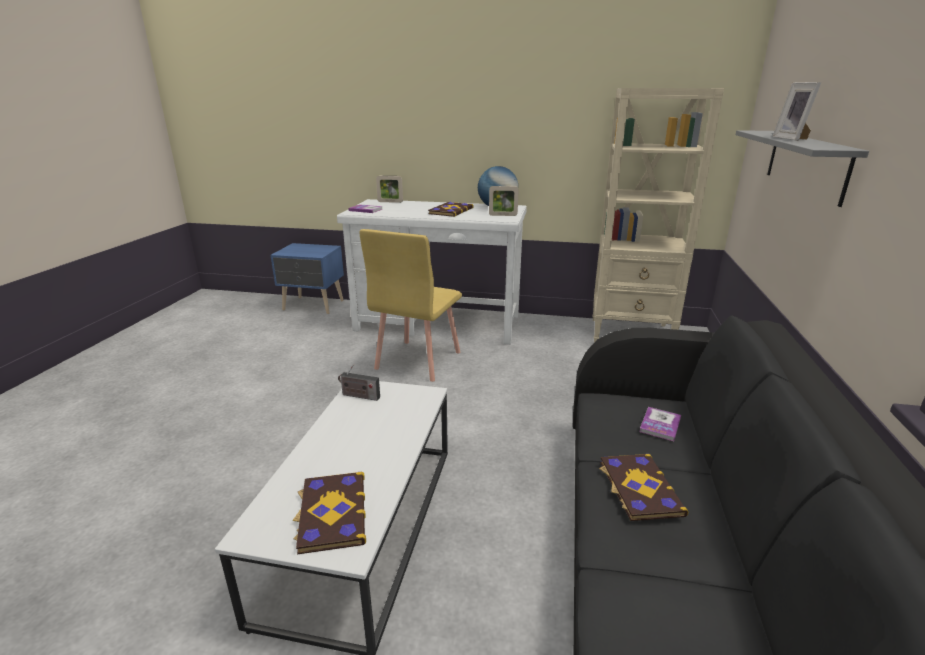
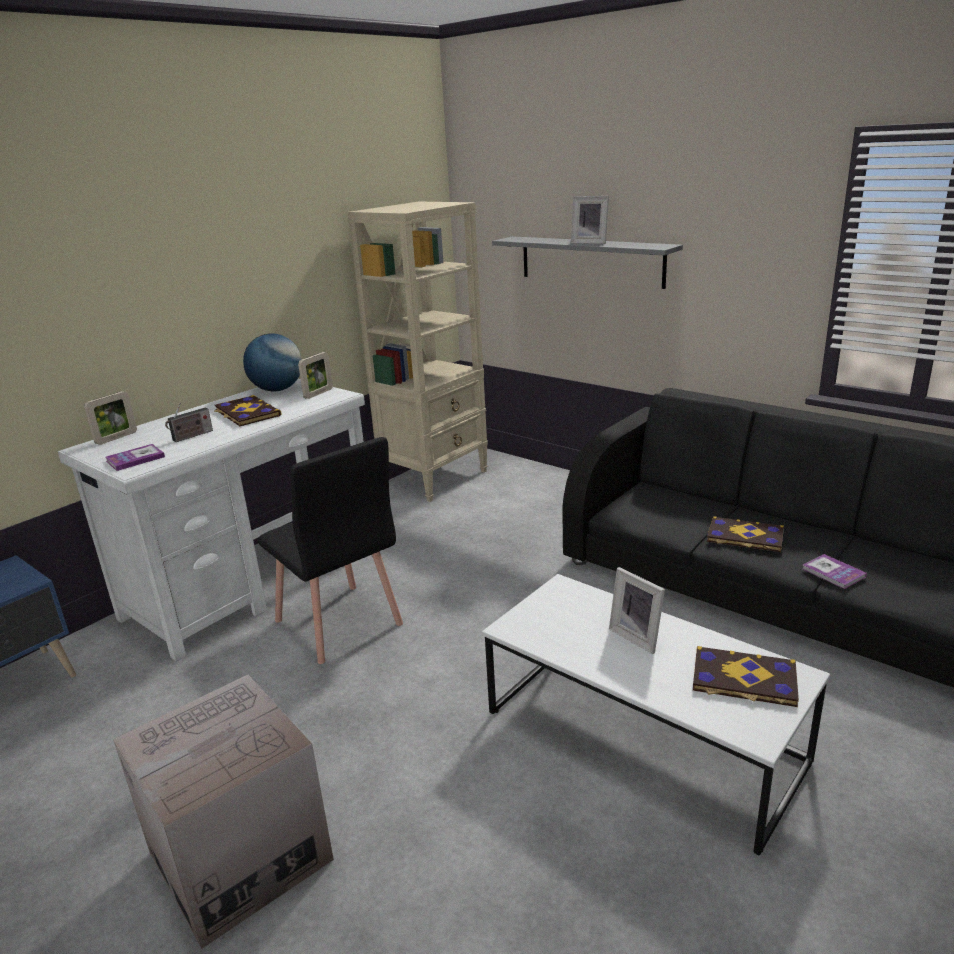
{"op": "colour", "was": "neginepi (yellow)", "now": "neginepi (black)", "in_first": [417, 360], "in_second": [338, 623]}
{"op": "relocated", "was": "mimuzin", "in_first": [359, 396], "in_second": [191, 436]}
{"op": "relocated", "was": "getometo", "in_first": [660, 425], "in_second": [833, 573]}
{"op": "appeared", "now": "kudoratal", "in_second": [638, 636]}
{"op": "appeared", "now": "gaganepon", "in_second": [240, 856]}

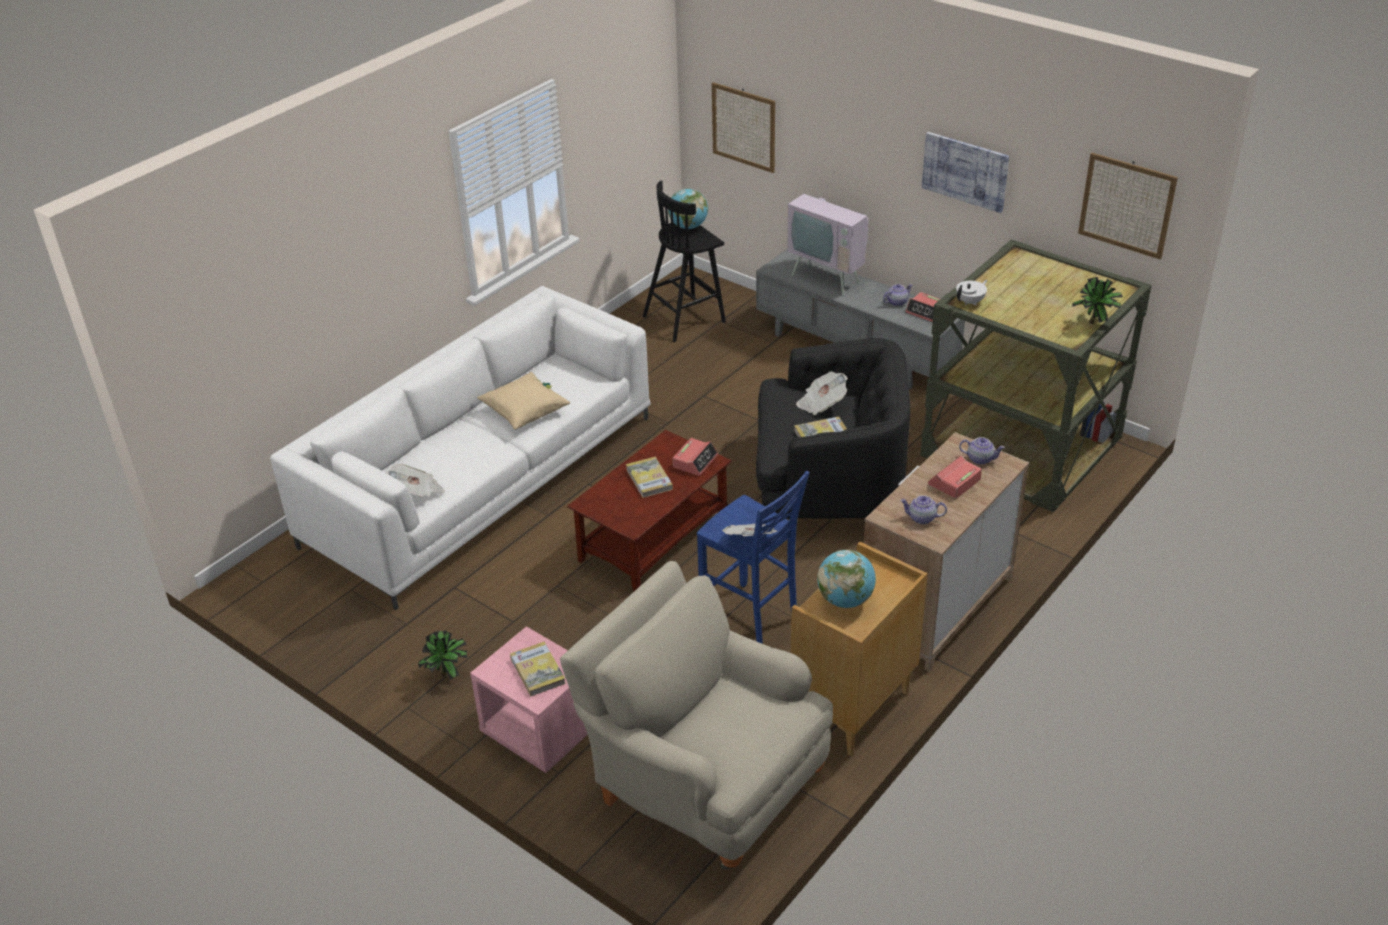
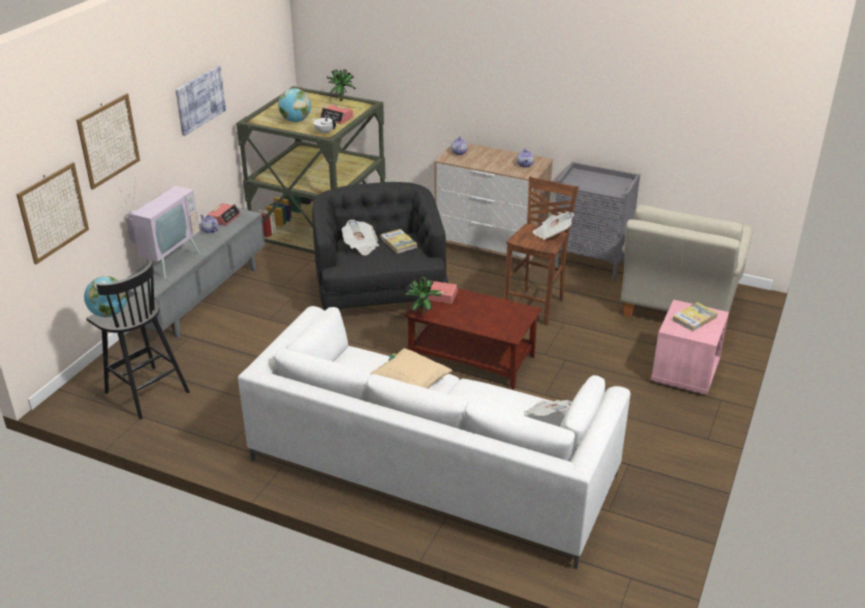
{"op": "relocated", "was": "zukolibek", "in_first": [1127, 204], "in_second": [108, 139]}
{"op": "relocated", "was": "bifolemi", "in_first": [954, 482], "in_second": [336, 118]}
{"op": "missing", "was": "getometo", "in_first": [649, 479]}
{"op": "colour", "was": "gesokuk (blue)", "now": "gesokuk (brown)", "in_first": [751, 619], "in_second": [536, 306]}
{"op": "colour", "was": "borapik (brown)", "now": "borapik (grey)", "in_first": [852, 709], "in_second": [590, 265]}
{"op": "relocated", "was": "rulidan", "in_first": [845, 600], "in_second": [295, 121]}
{"op": "relocated", "was": "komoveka", "in_first": [447, 674], "in_second": [422, 311]}

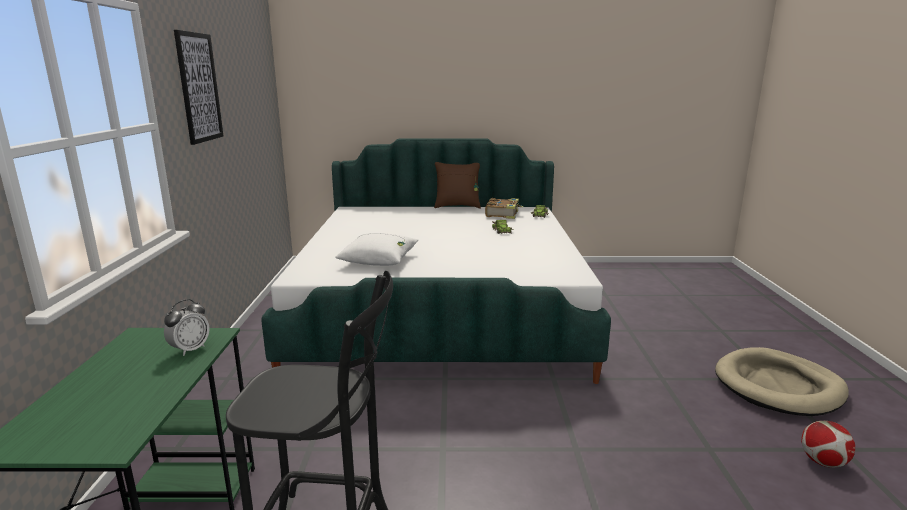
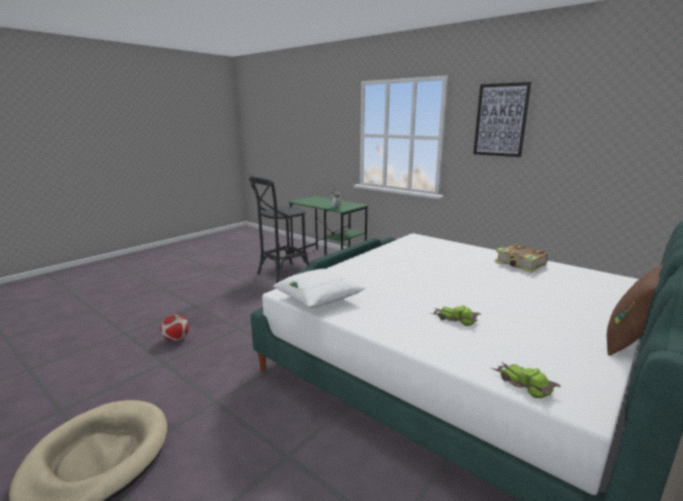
{"op": "relocated", "was": "getometo", "in_first": [503, 214], "in_second": [520, 264]}
{"op": "relocated", "was": "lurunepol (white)", "in_first": [378, 261], "in_second": [318, 299]}
{"op": "relocated", "was": "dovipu", "in_first": [823, 462], "in_second": [176, 339]}

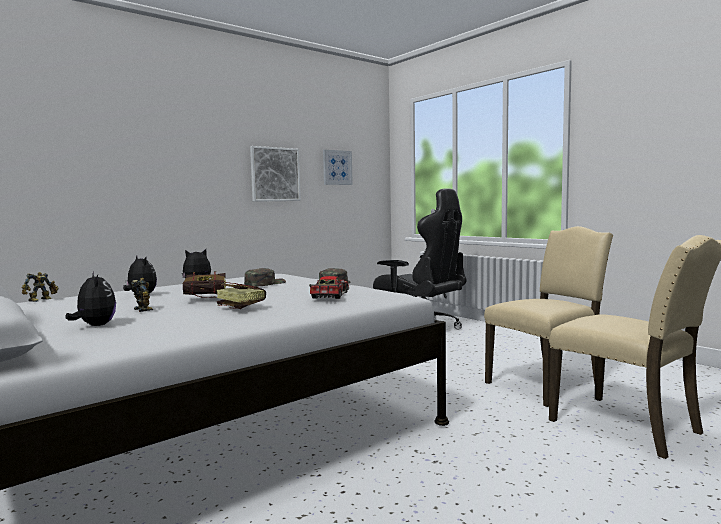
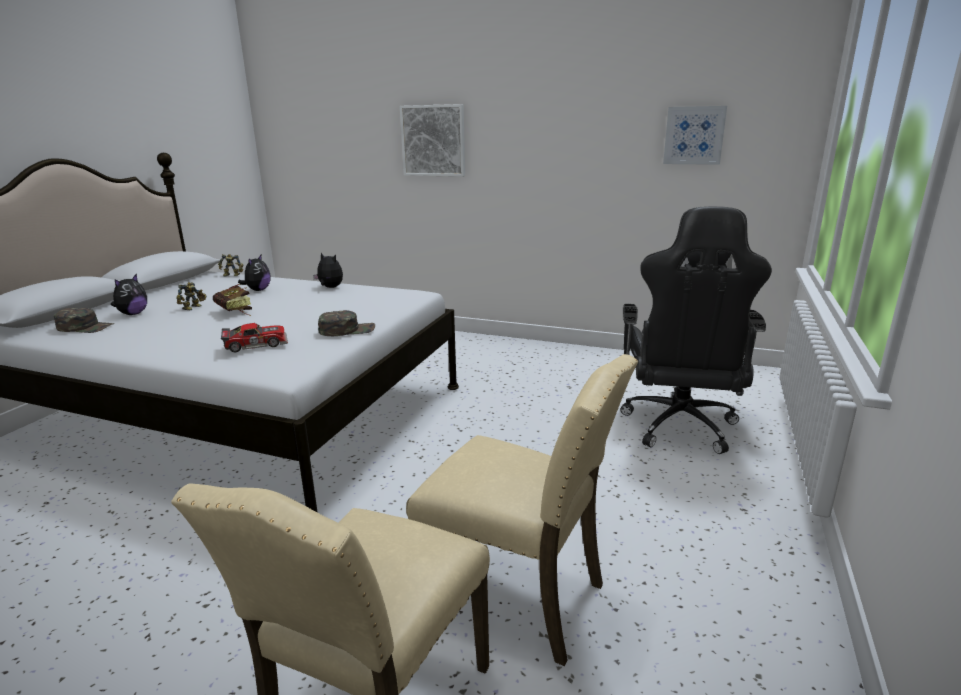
{"op": "relocated", "was": "zukolibek", "in_first": [275, 174], "in_second": [433, 141]}
{"op": "relocated", "was": "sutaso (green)", "in_first": [264, 284], "in_second": [86, 327]}
{"op": "missing", "was": "getometo", "in_first": [238, 307]}

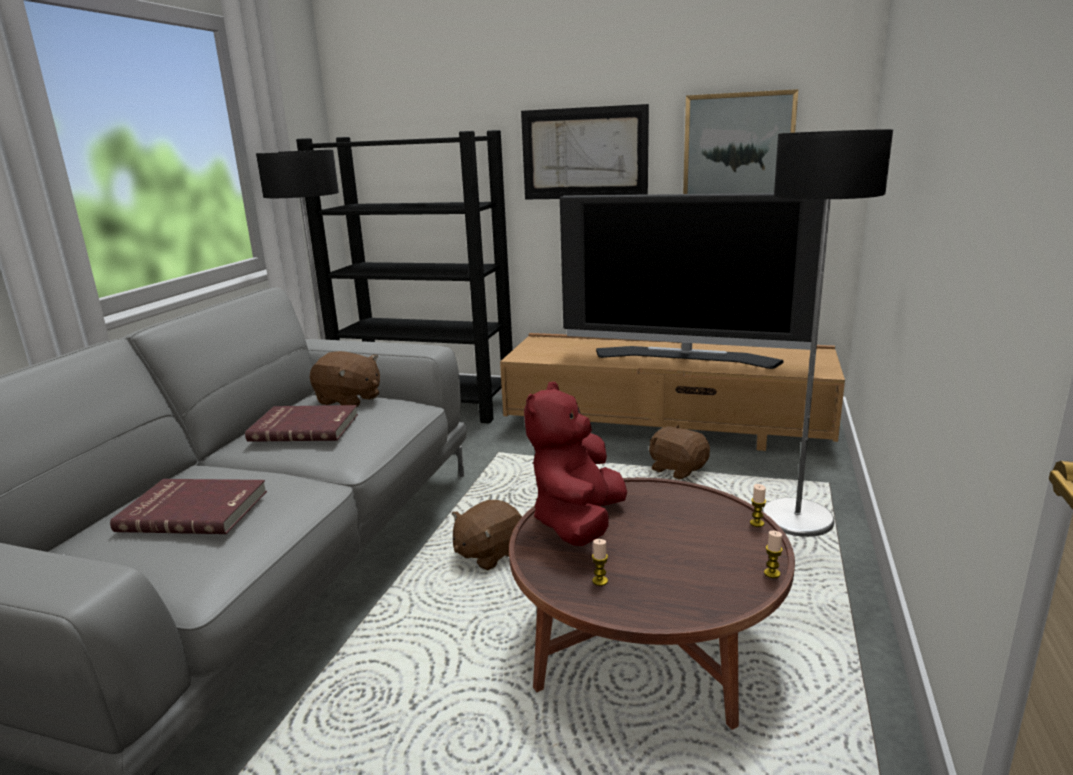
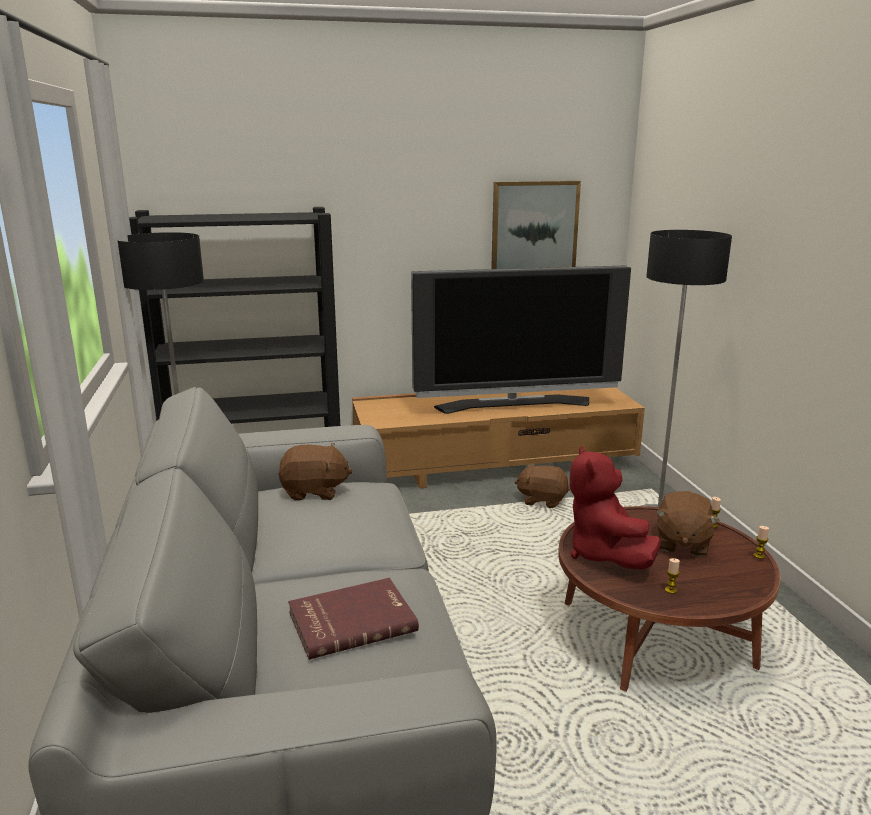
{"op": "missing", "was": "zukolibek", "in_first": [584, 153]}
{"op": "missing", "was": "getometo (red)", "in_first": [305, 427]}
{"op": "relocated", "was": "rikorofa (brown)", "in_first": [489, 553], "in_second": [681, 543]}

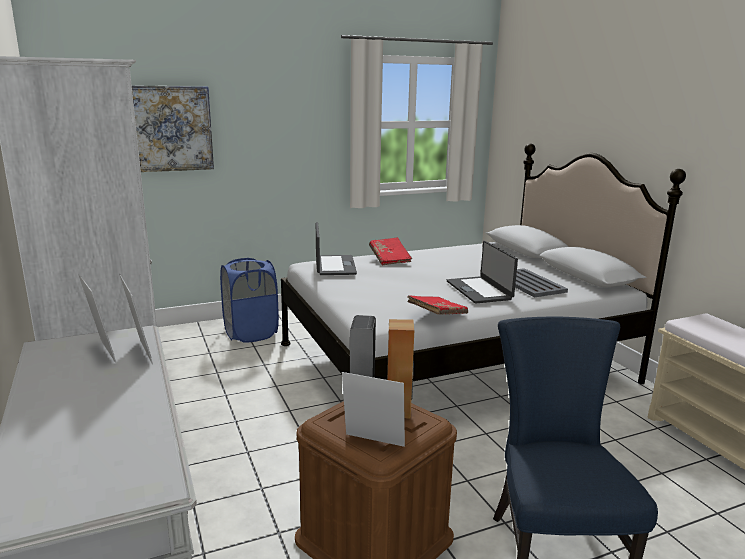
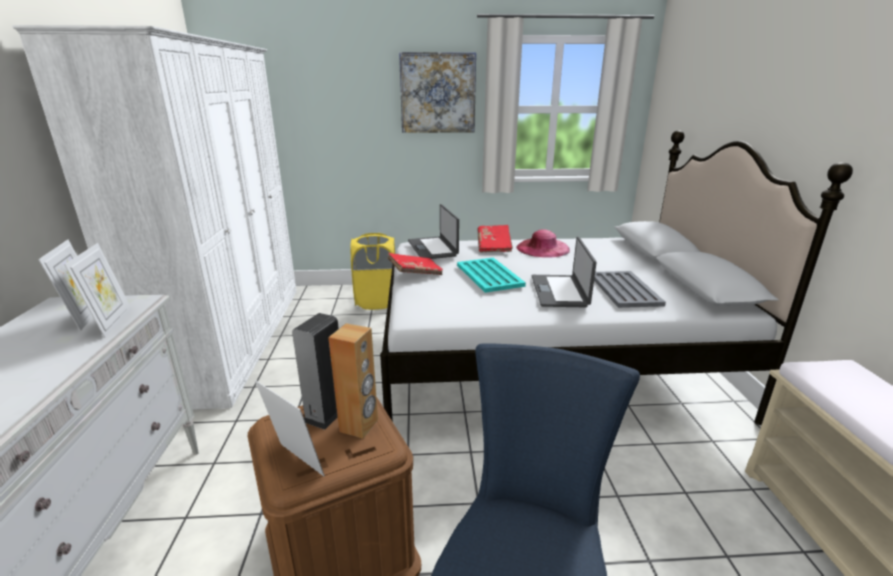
{"op": "relocated", "was": "zukolibek", "in_first": [168, 128], "in_second": [437, 93]}
{"op": "spun", "was": "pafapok", "in_first": [334, 266], "in_second": [433, 248], "clockwise": 150}
{"op": "colour", "was": "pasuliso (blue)", "now": "pasuliso (yellow)", "in_first": [251, 333], "in_second": [376, 301]}
{"op": "relocated", "was": "getometo (red)", "in_first": [437, 314], "in_second": [415, 273]}
{"op": "appeared", "now": "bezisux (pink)", "in_second": [543, 248]}
{"op": "appeared", "now": "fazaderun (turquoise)", "in_second": [489, 275]}

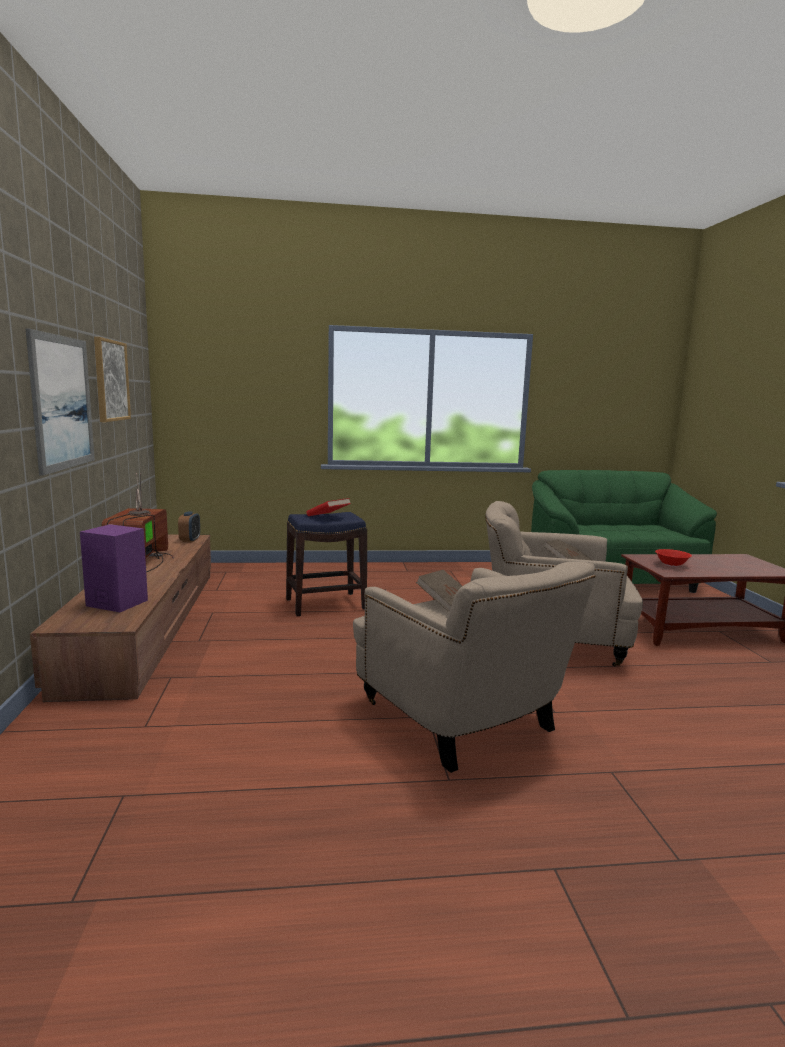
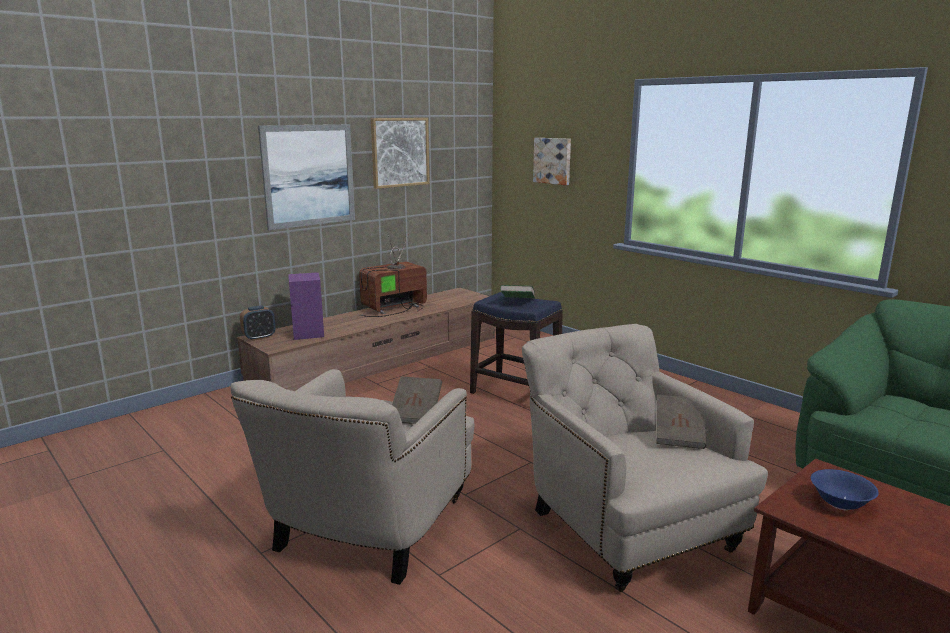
{"op": "colour", "was": "getometo (red)", "now": "getometo (green)", "in_first": [328, 517], "in_second": [517, 302]}
{"op": "relocated", "was": "bifolemi", "in_first": [190, 540], "in_second": [259, 337]}
{"op": "colour", "was": "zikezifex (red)", "now": "zikezifex (blue)", "in_first": [671, 565], "in_second": [840, 503]}
{"op": "appeared", "now": "zukolibek", "in_second": [553, 160]}

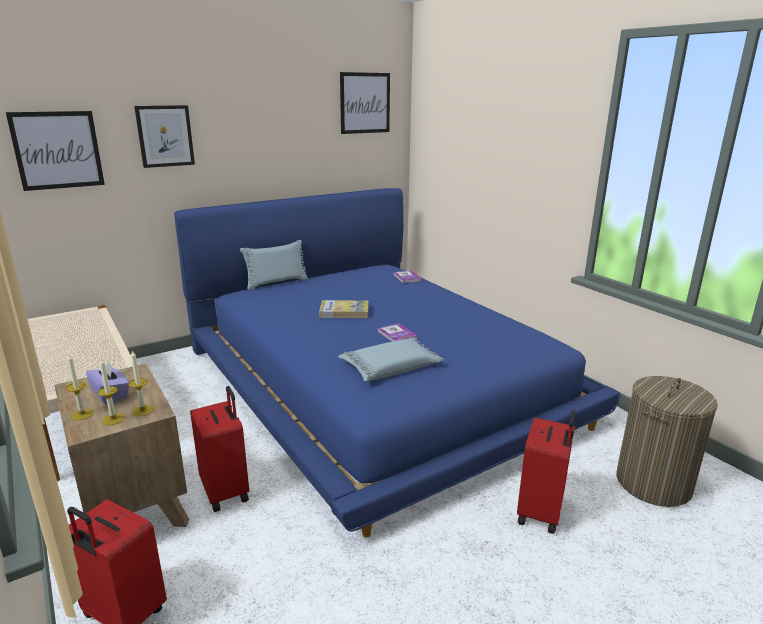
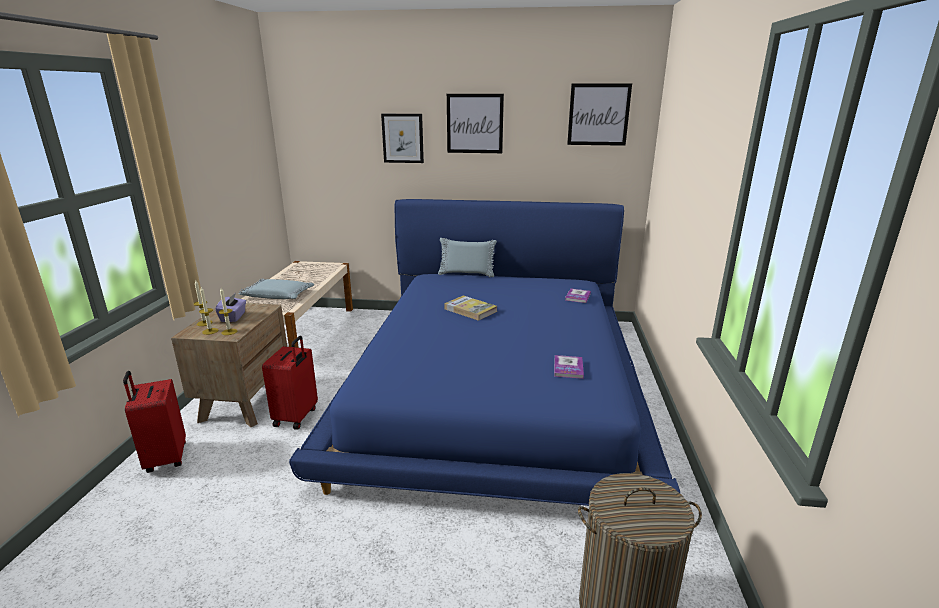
{"op": "relocated", "was": "zukolibek", "in_first": [57, 150], "in_second": [475, 123]}
{"op": "relocated", "was": "getometo", "in_first": [397, 335], "in_second": [568, 368]}
{"op": "relocated", "was": "lurunepol (blue)", "in_first": [391, 365], "in_second": [278, 294]}
{"op": "missing", "was": "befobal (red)", "in_first": [541, 512]}

